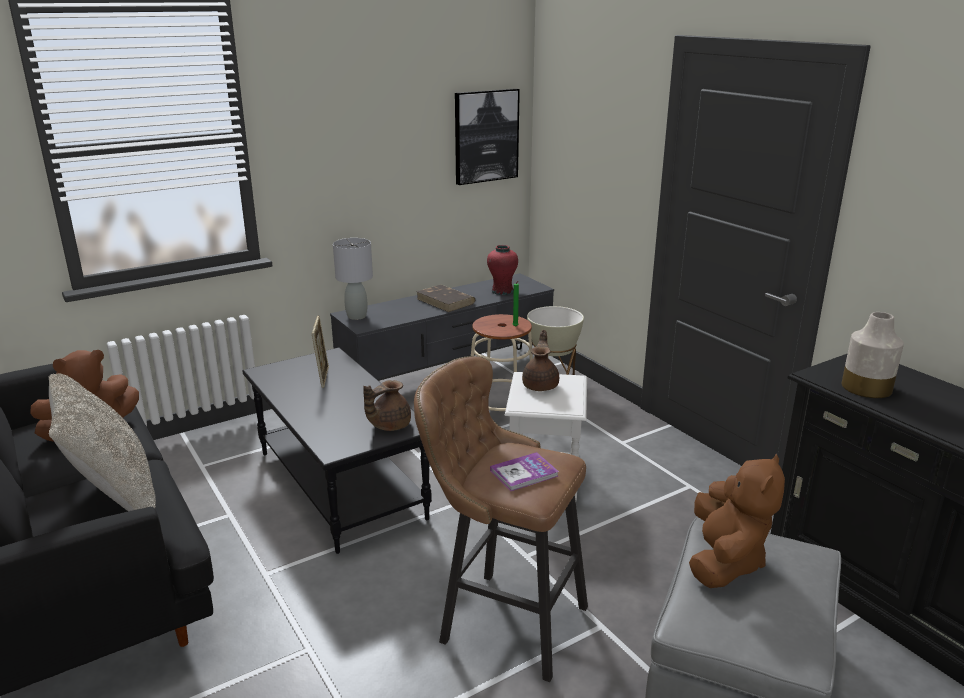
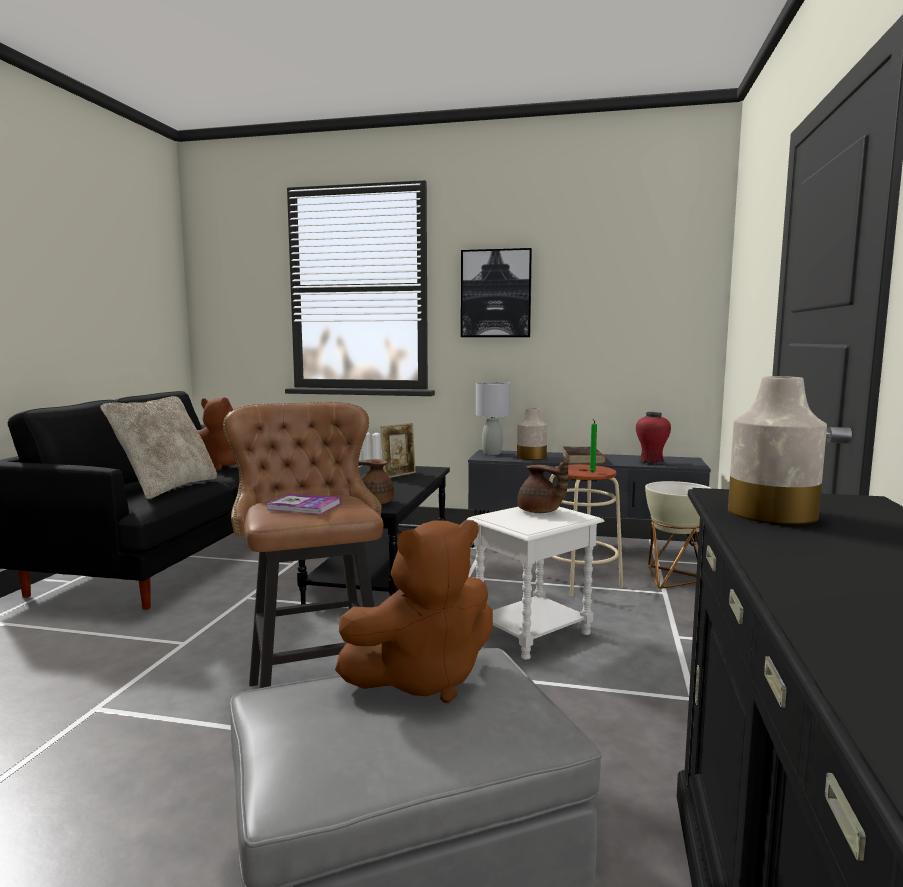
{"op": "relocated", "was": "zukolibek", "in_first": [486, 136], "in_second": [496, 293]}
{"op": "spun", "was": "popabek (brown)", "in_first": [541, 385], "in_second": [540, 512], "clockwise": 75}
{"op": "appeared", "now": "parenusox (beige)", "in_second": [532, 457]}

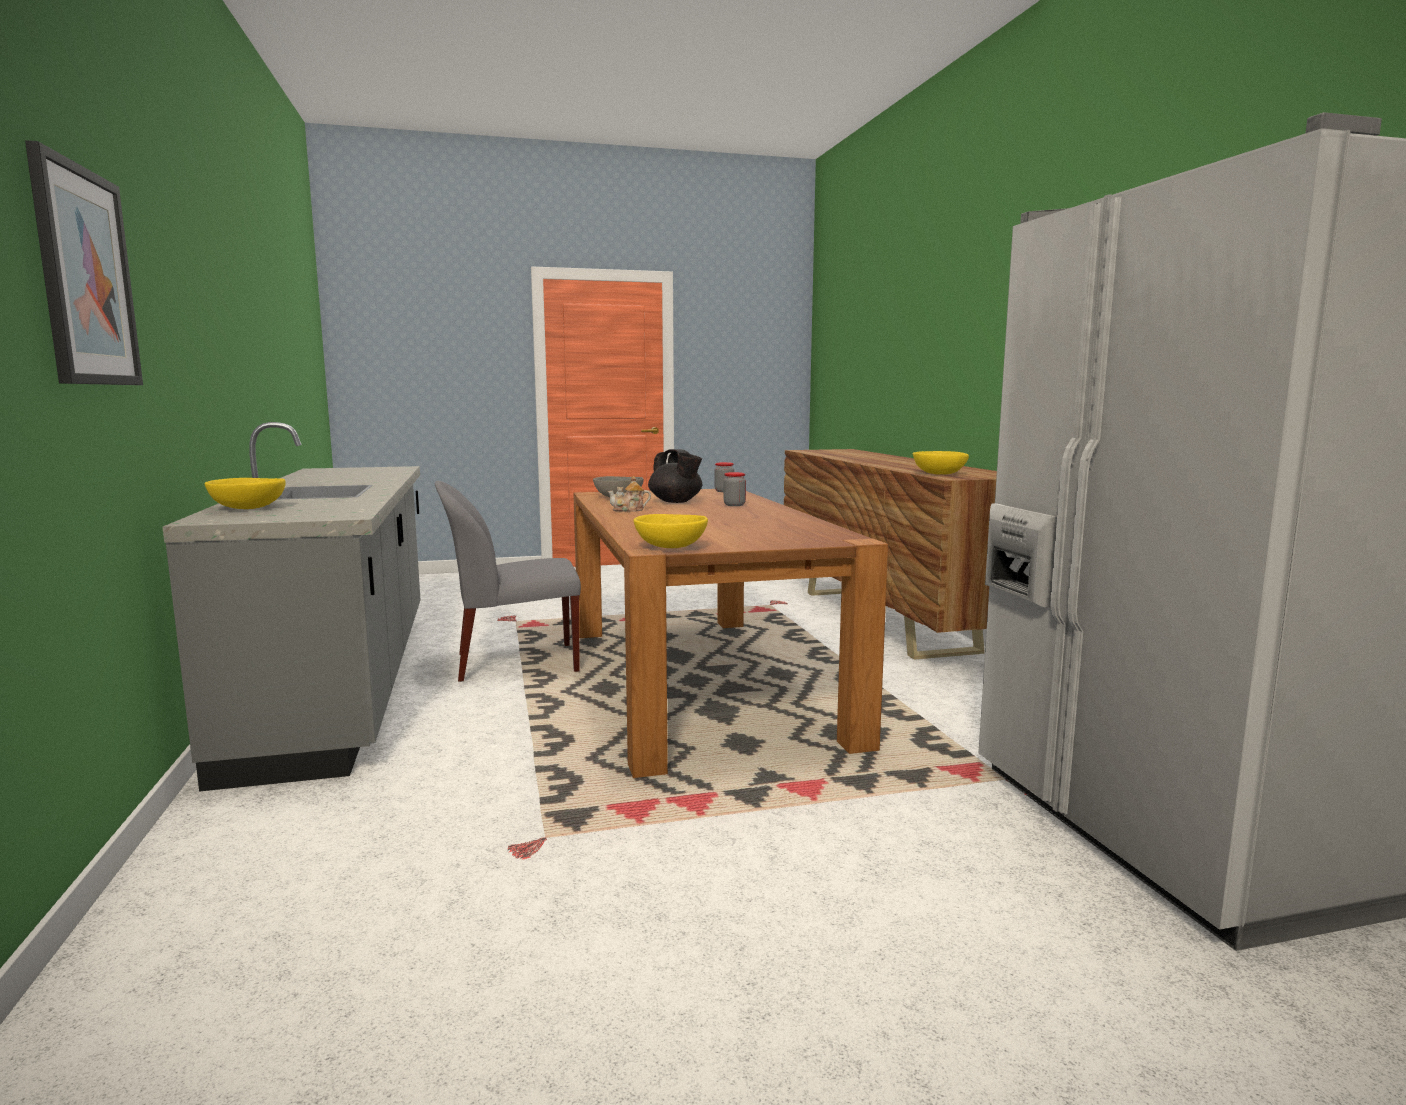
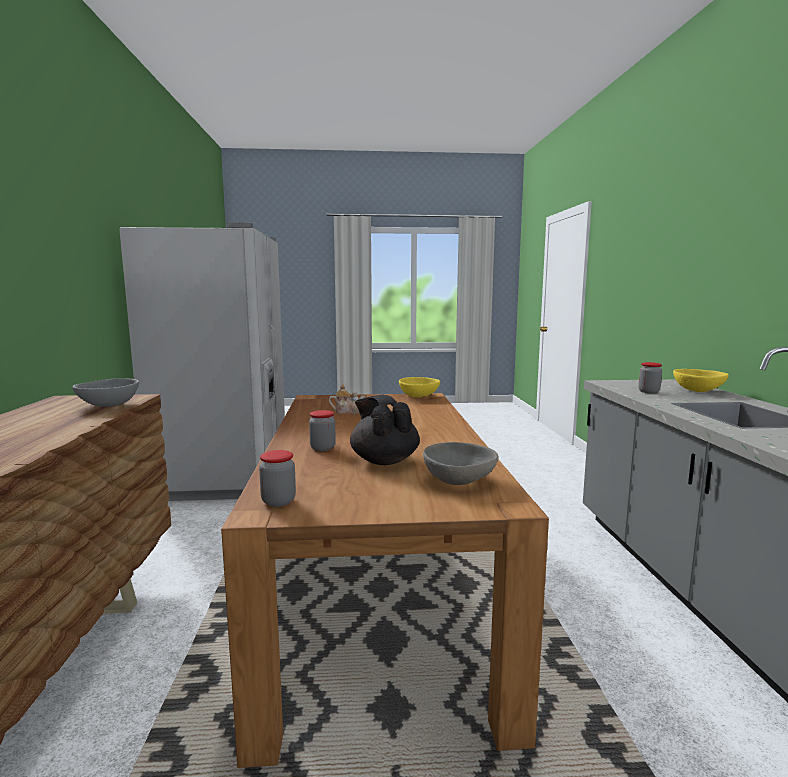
{"op": "missing", "was": "zukolibek", "in_first": [85, 277]}
{"op": "colour", "was": "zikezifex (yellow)", "now": "zikezifex (grey)", "in_first": [940, 474], "in_second": [108, 405]}
{"op": "relocated", "was": "popabek", "in_first": [629, 510], "in_second": [347, 411]}
{"op": "missing", "was": "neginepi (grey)", "in_first": [513, 663]}
{"op": "appeared", "now": "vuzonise", "in_second": [648, 392]}

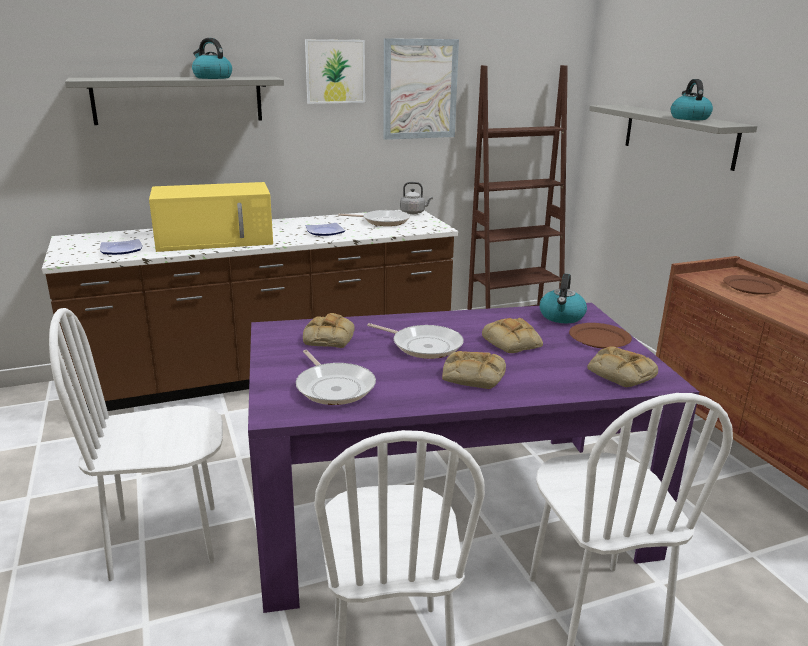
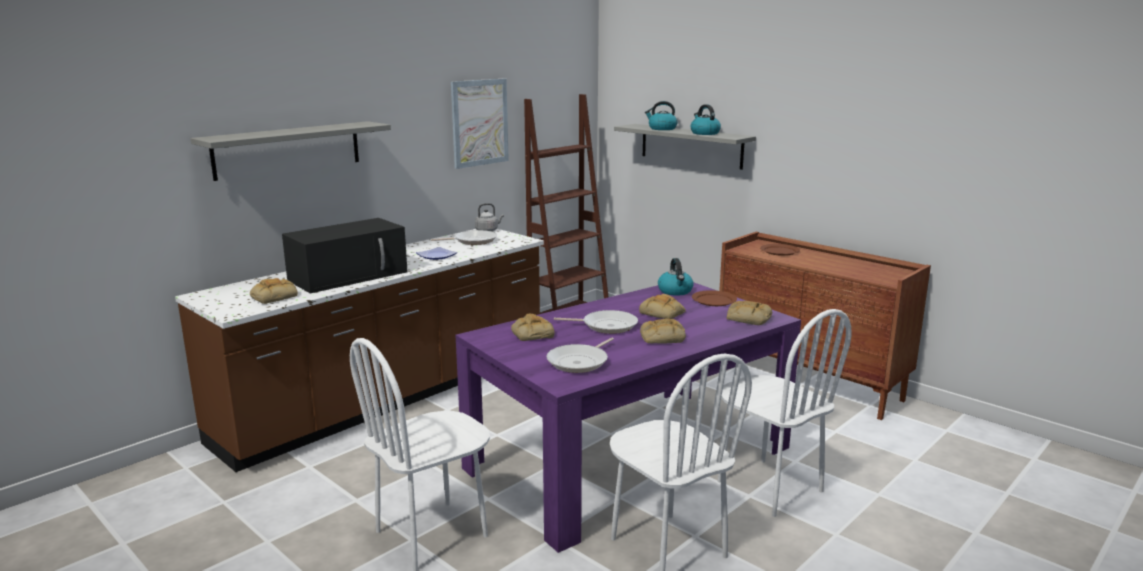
{"op": "relocated", "was": "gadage", "in_first": [212, 77], "in_second": [662, 129]}
{"op": "missing", "was": "zukolibek", "in_first": [335, 71]}
{"op": "colour", "was": "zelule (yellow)", "now": "zelule (black)", "in_first": [216, 239], "in_second": [349, 275]}
{"op": "exchanged", "was": "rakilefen", "now": "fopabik", "in_first": [122, 250], "in_second": [274, 296]}
{"op": "spun", "was": "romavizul", "in_first": [334, 387], "in_second": [580, 362], "clockwise": 90}

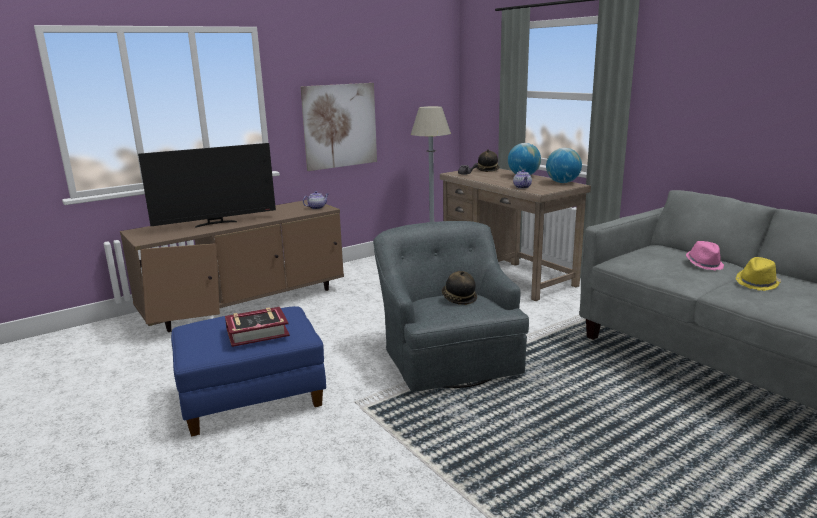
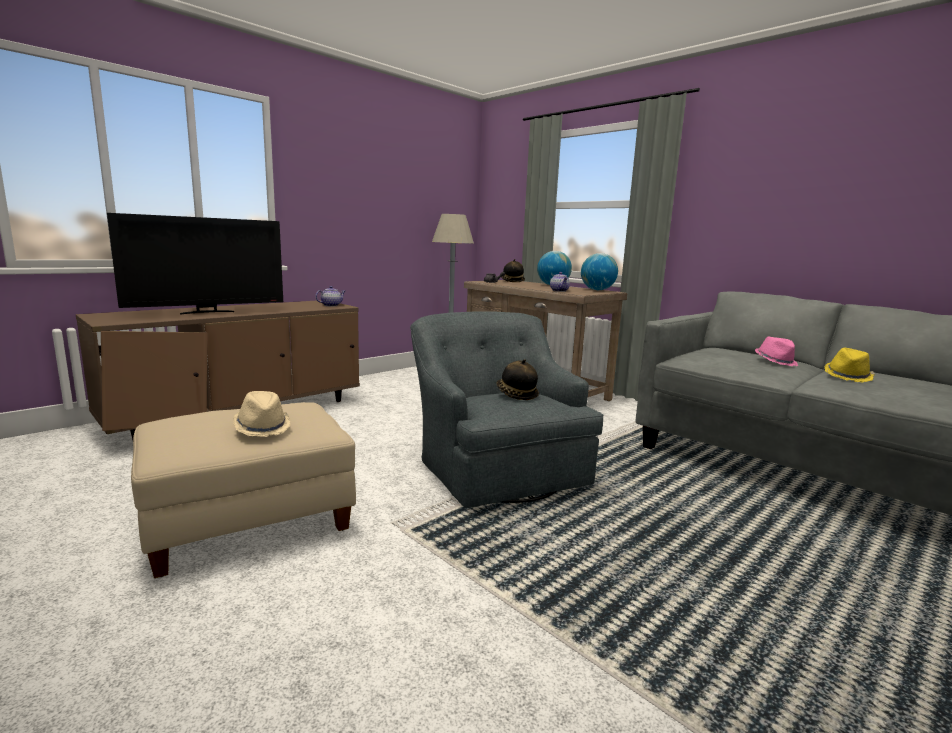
{"op": "missing", "was": "zukolibek", "in_first": [340, 126]}
{"op": "colour", "was": "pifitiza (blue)", "now": "pifitiza (beige)", "in_first": [252, 397], "in_second": [249, 521]}
{"op": "exchanged", "was": "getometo", "now": "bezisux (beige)", "in_first": [257, 332], "in_second": [262, 427]}

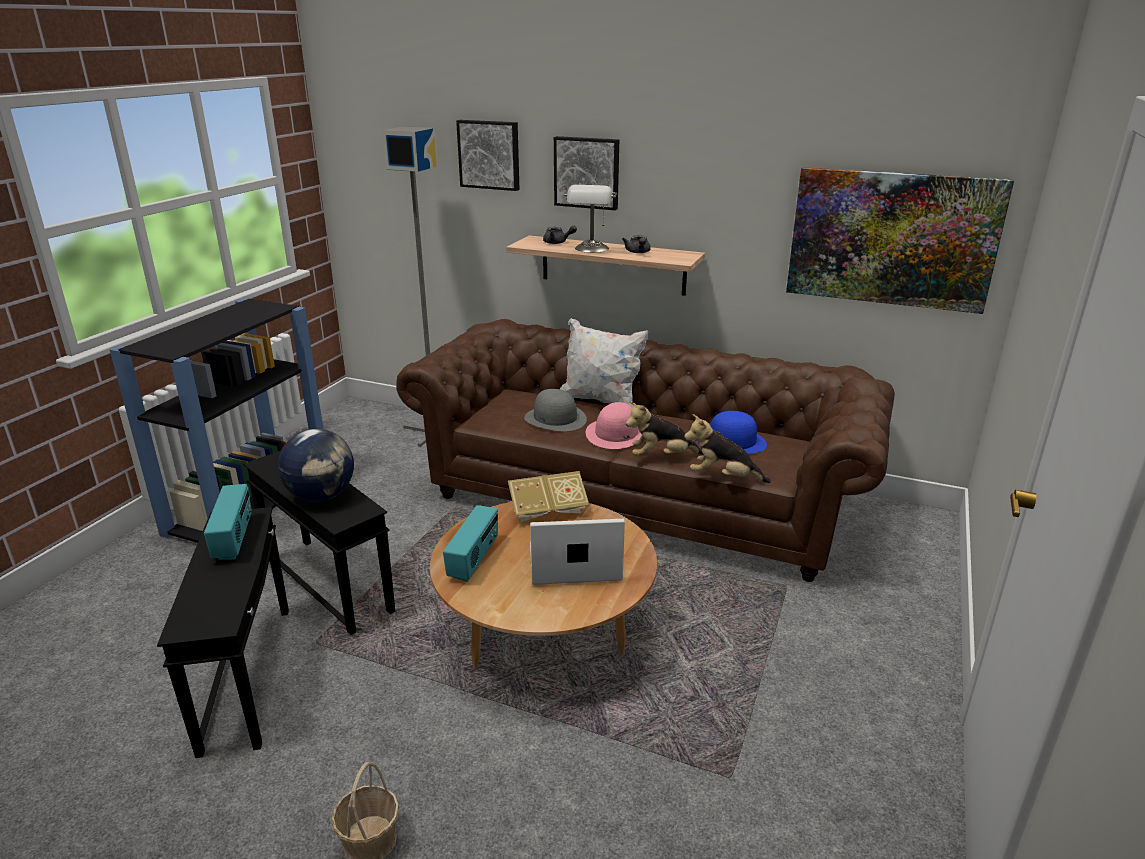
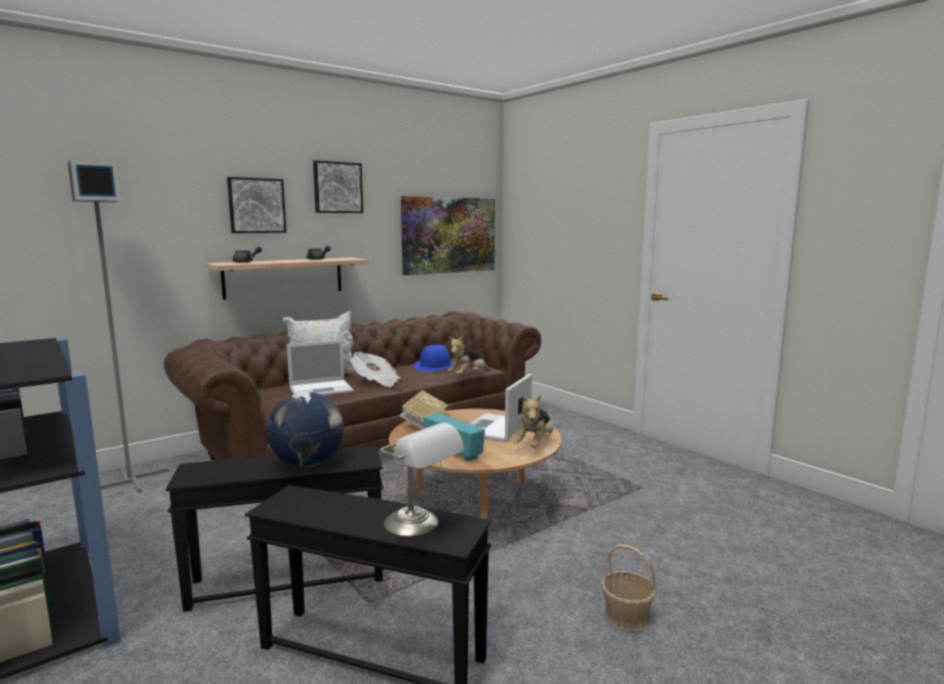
{"op": "relocated", "was": "zukolibek", "in_first": [489, 154], "in_second": [337, 187]}
{"op": "relocated", "was": "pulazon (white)", "in_first": [591, 250], "in_second": [420, 525]}
{"op": "exchanged", "was": "bezisux (grey)", "now": "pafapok", "in_first": [555, 418], "in_second": [322, 389]}
{"op": "relocated", "was": "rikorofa", "in_first": [661, 457], "in_second": [535, 445]}
{"op": "exchanged", "was": "bezisux (pink)", "now": "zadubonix", "in_first": [616, 434], "in_second": [376, 382]}
{"op": "missing", "was": "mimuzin", "in_first": [234, 539]}

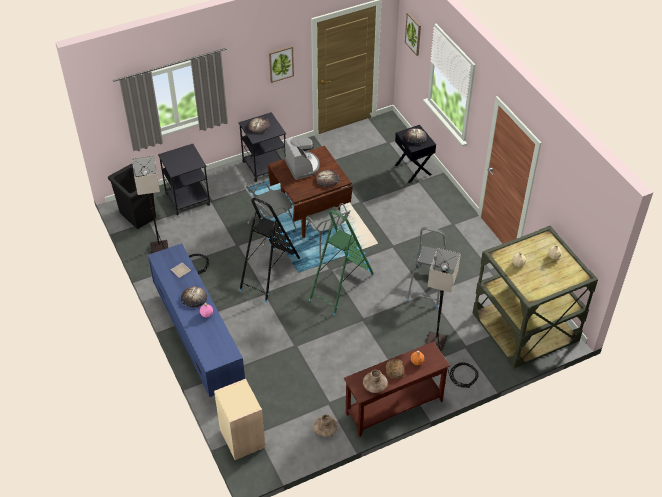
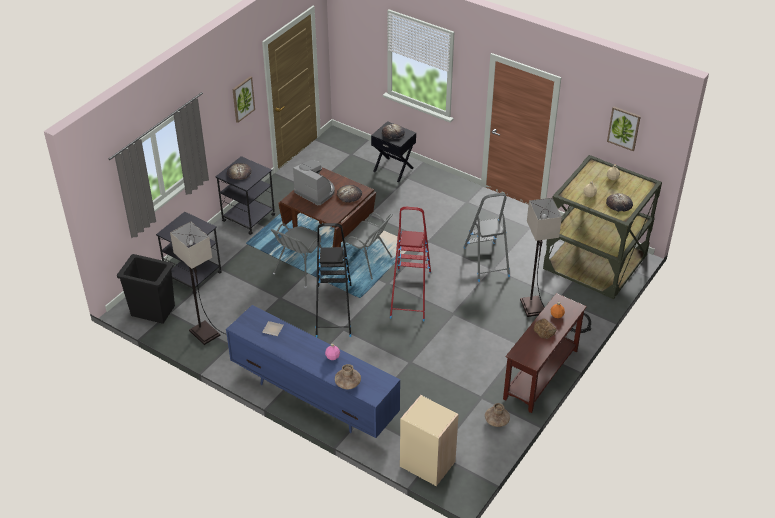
{"op": "relocated", "was": "zukolibek", "in_first": [413, 33], "in_second": [624, 128]}
{"op": "colour", "was": "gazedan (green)", "now": "gazedan (red)", "in_first": [342, 286], "in_second": [410, 293]}
{"op": "relocated", "was": "fopabik", "in_first": [194, 298], "in_second": [619, 204]}
{"op": "relocated", "was": "parenusox (brown)", "in_first": [374, 386], "in_second": [347, 383]}

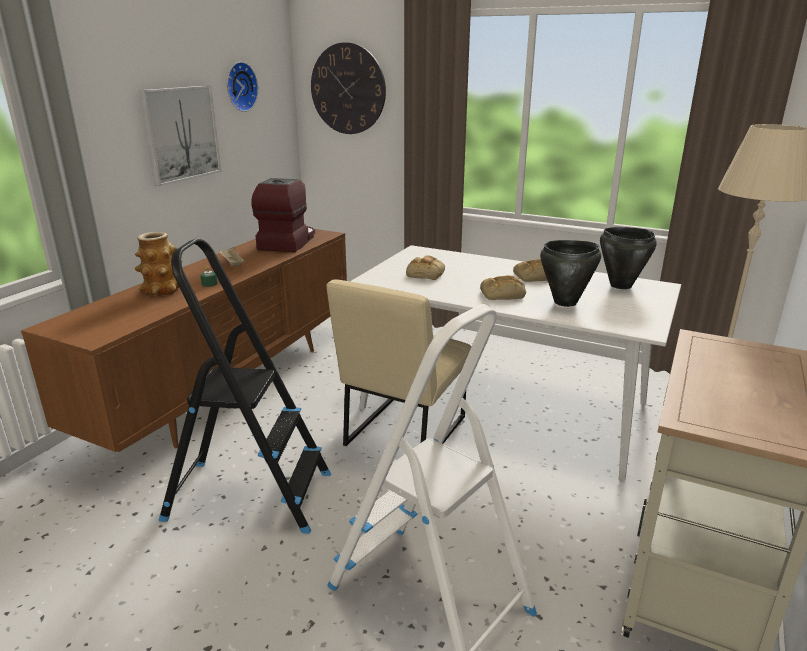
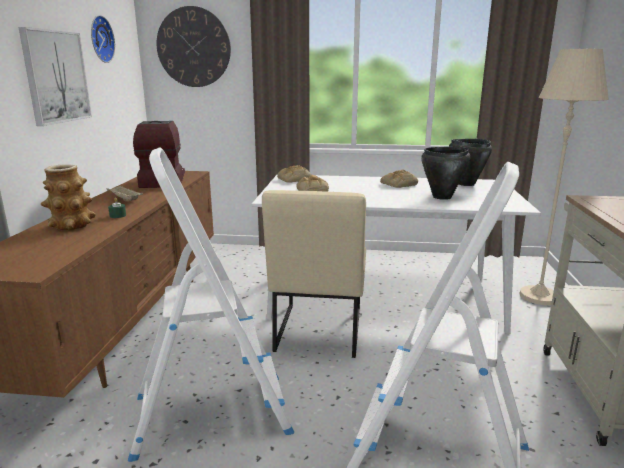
{"op": "colour", "was": "gazedan (black)", "now": "gazedan (white)", "in_first": [251, 496], "in_second": [214, 414]}
{"op": "relocated", "was": "fopabik", "in_first": [502, 294], "in_second": [294, 179]}

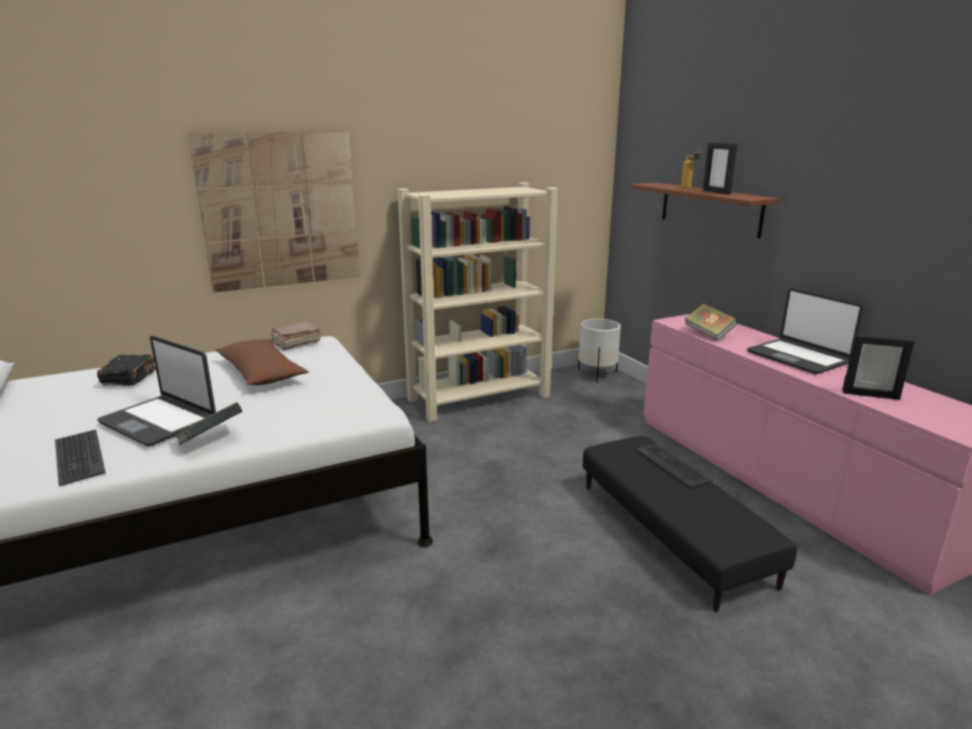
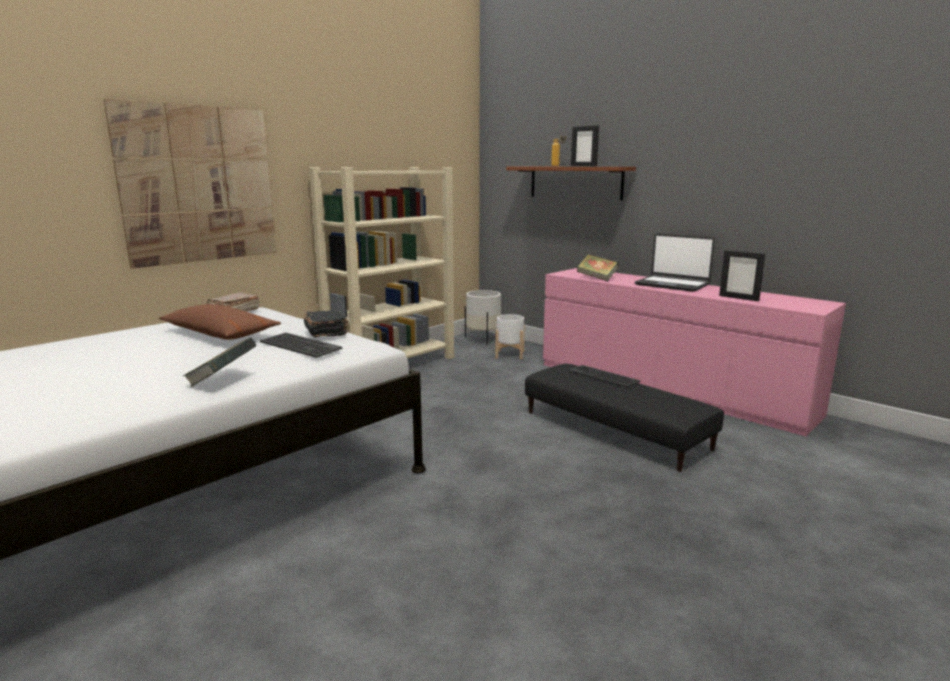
{"op": "spun", "was": "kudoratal", "in_first": [870, 395], "in_second": [739, 298], "clockwise": 45}
{"op": "missing", "was": "pafapok", "in_first": [159, 421]}
{"op": "relocated", "was": "getometo (black)", "in_first": [130, 379], "in_second": [326, 333]}
{"op": "relocated", "was": "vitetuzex", "in_first": [78, 457], "in_second": [299, 346]}
{"op": "appeared", "now": "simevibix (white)", "in_second": [509, 354]}

